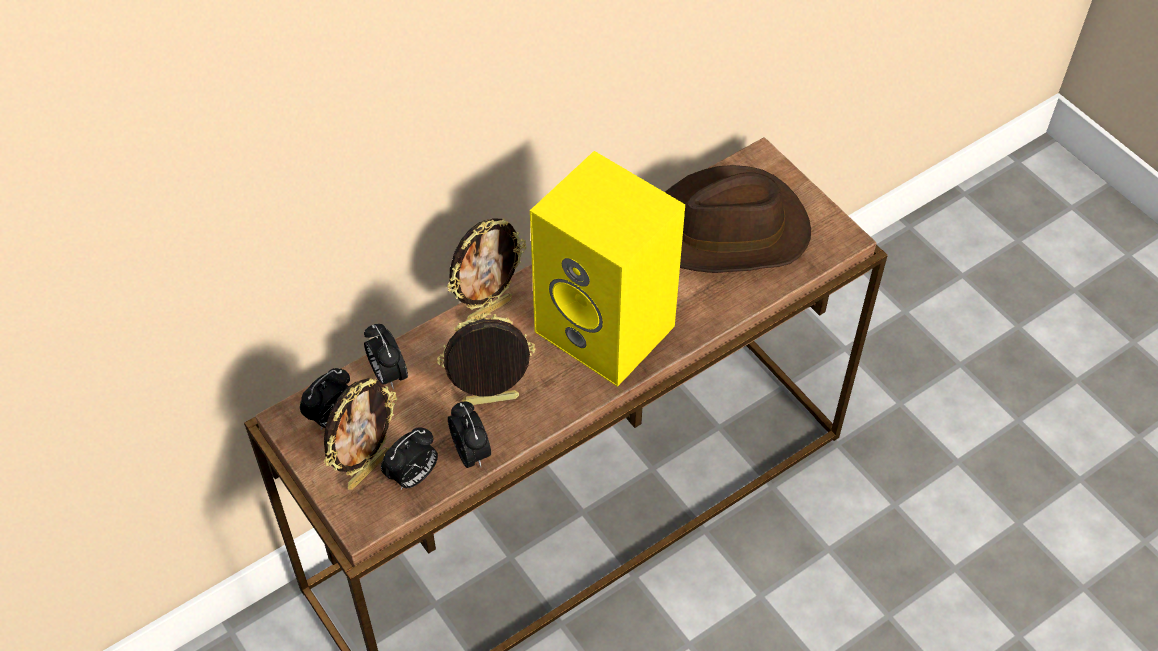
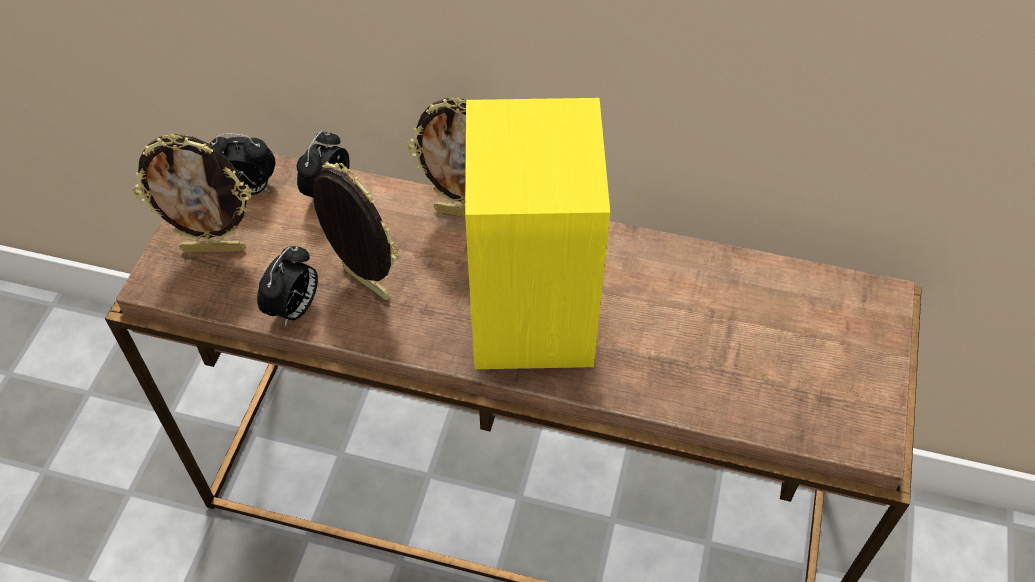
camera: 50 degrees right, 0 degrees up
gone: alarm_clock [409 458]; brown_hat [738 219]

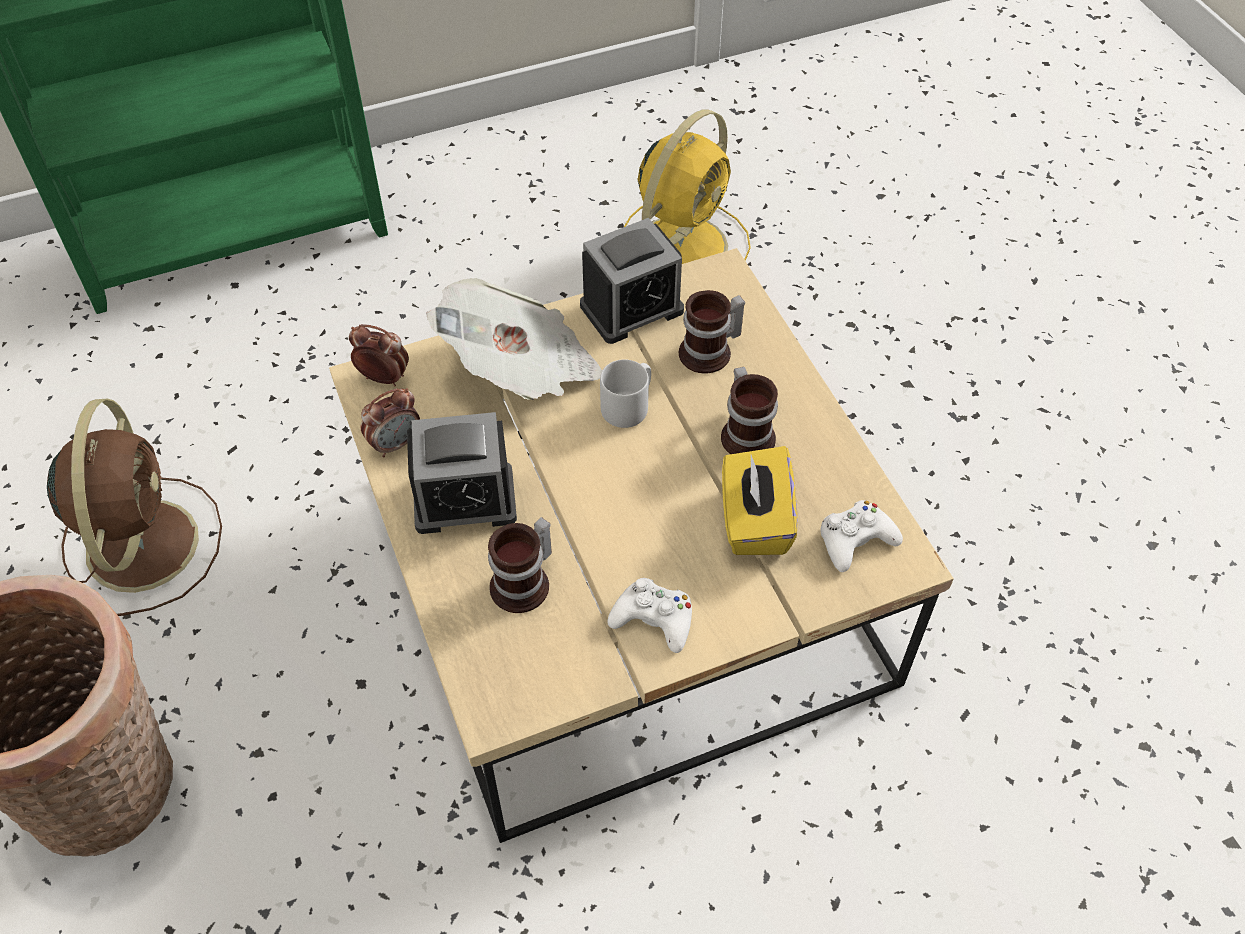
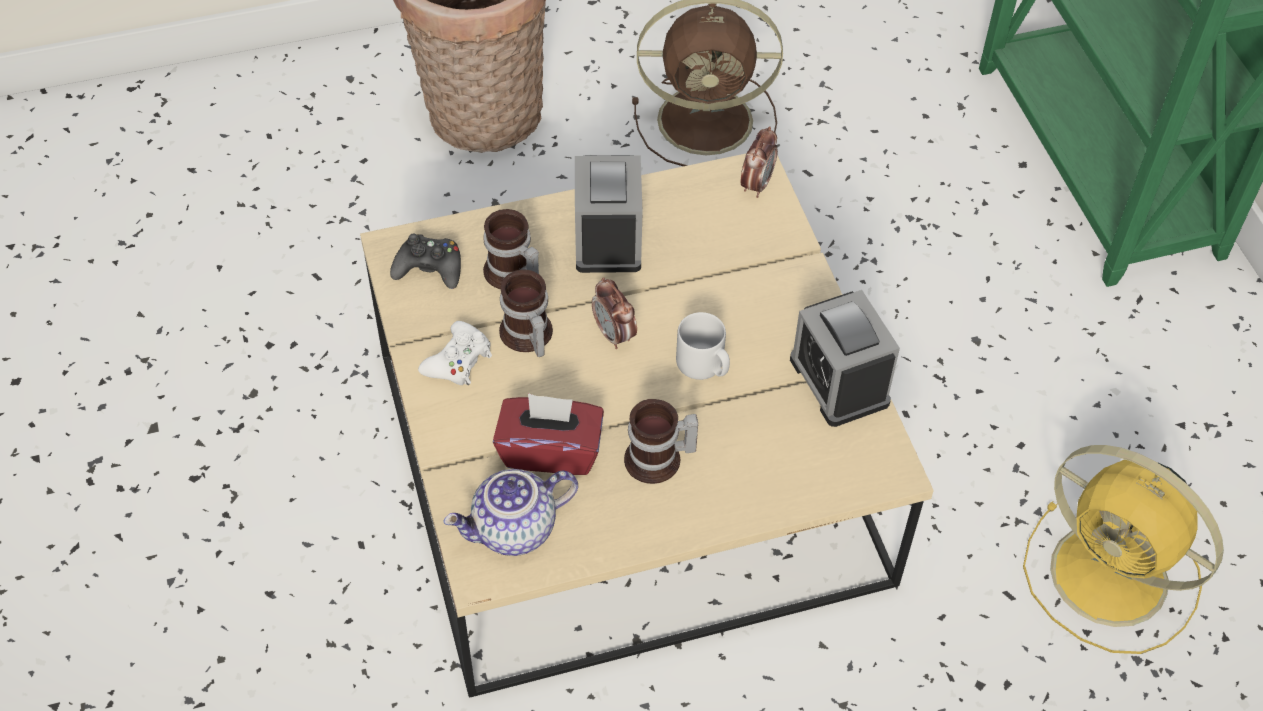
camera: 95 degrees right, 0 degrees up
gone: newspaper [514 339]
new: black_game_controller [425 261]
shifted: mug [712 331] to [526 313]; alarm_clock [390 423] to [614 313]
swapped: white_game_controller [861 536] to teapot [510 512]
repainted: yellow_tissue_box [760 500] to red_tissue_box [548 434]

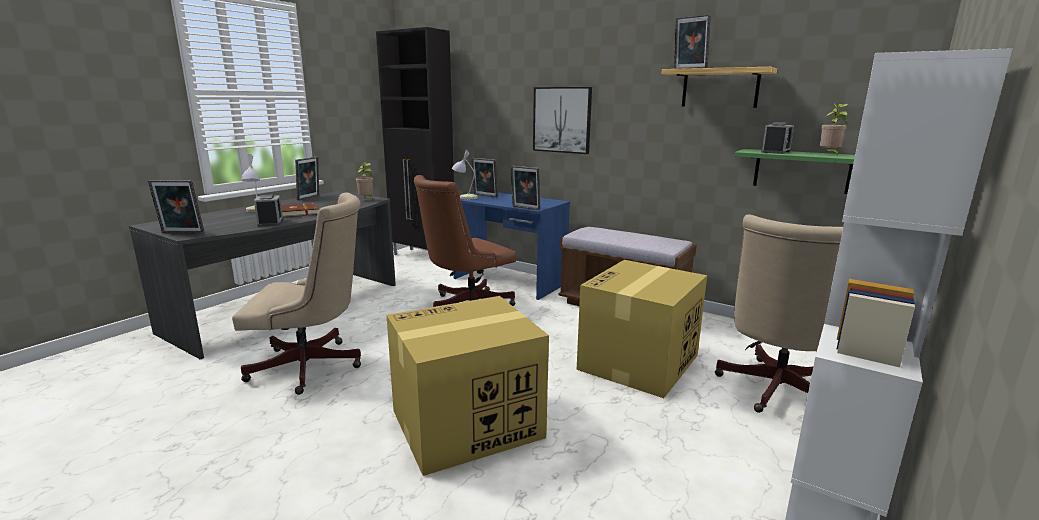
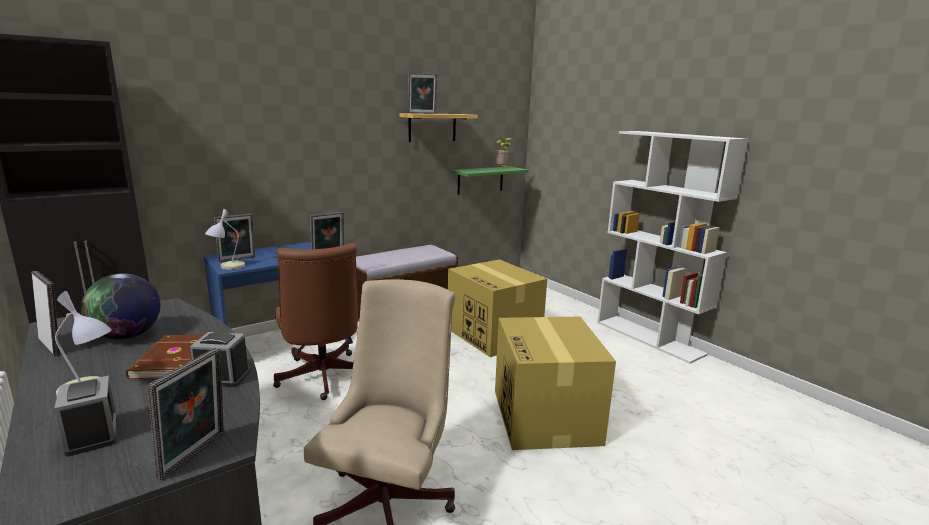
camera: 70 degrees left, 0 degrees up
gone: potted_plant [364 181]; picture [562 120]; beige_office_chair [779 313]
new: globe [120 306]
shifted: alarm_clock [777 138] to [85 416]

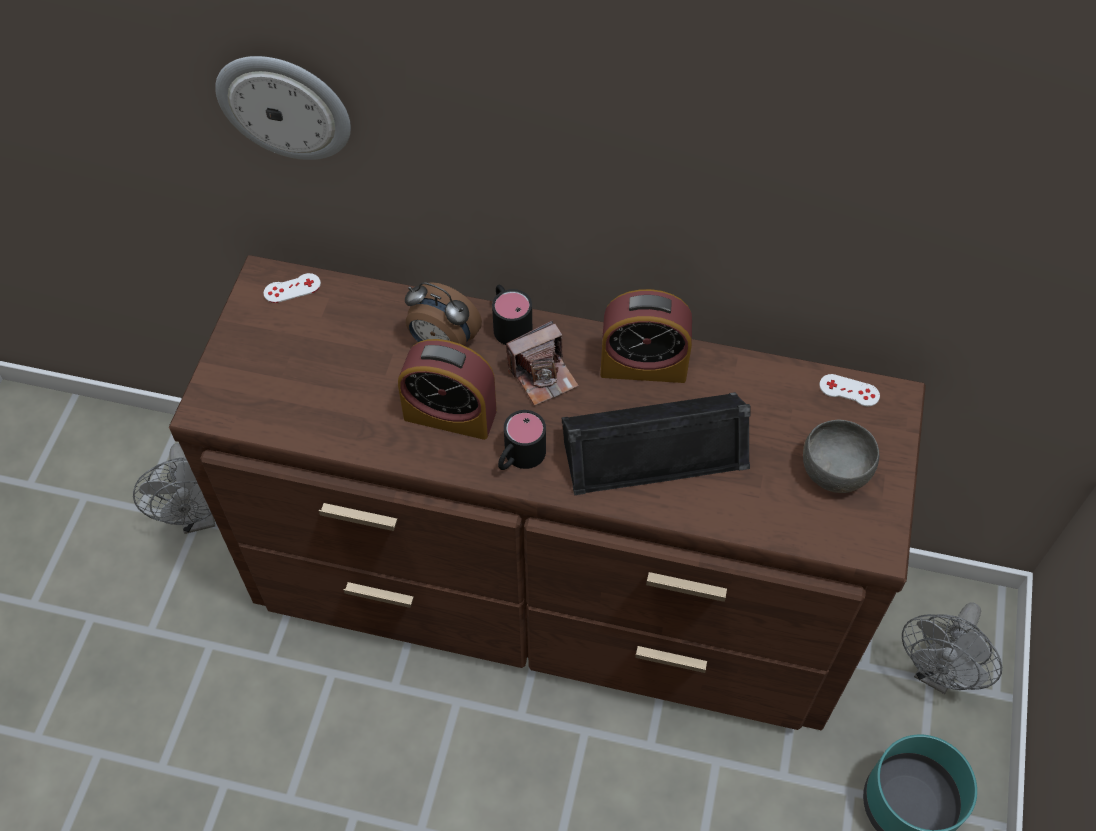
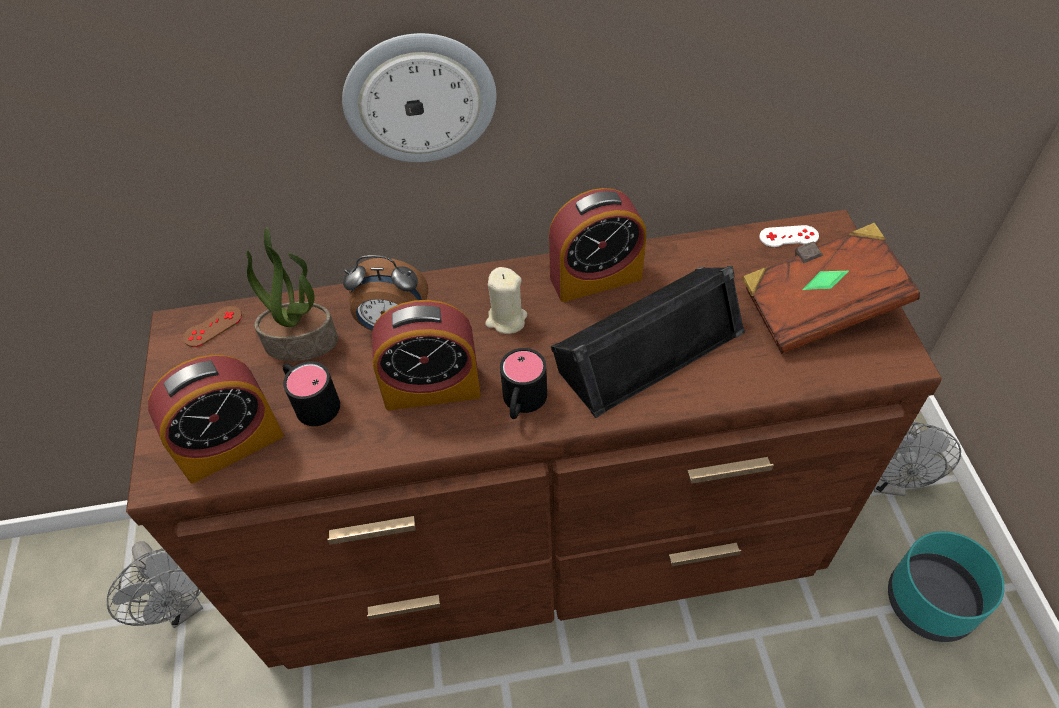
camera: 20 degrees left, 5 degrees down
new: alarm_clock [216 419]; potted_plant [292 294]
shifted: black_mug [512 315] to [311 393]; wall_clock [283 108] to [419 97]
swapped: photo_camera [542 363] to beige_candle [506 300]; grey_bowl [841 456] to brown_book [831 288]
repainted: white_game_controller [292 288] to brown_game_controller [212 326]

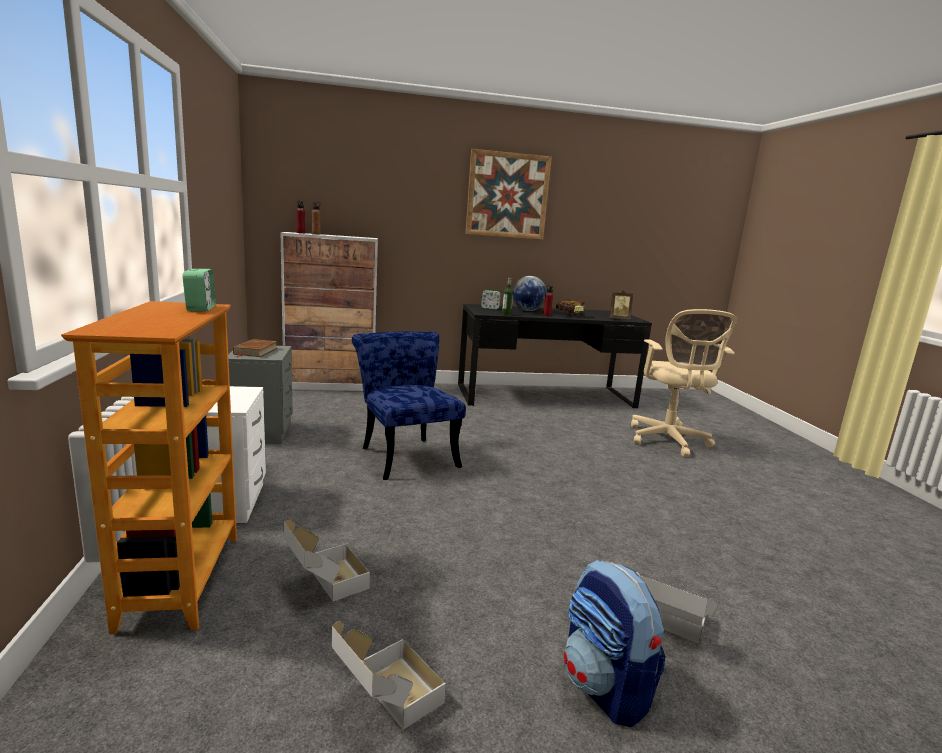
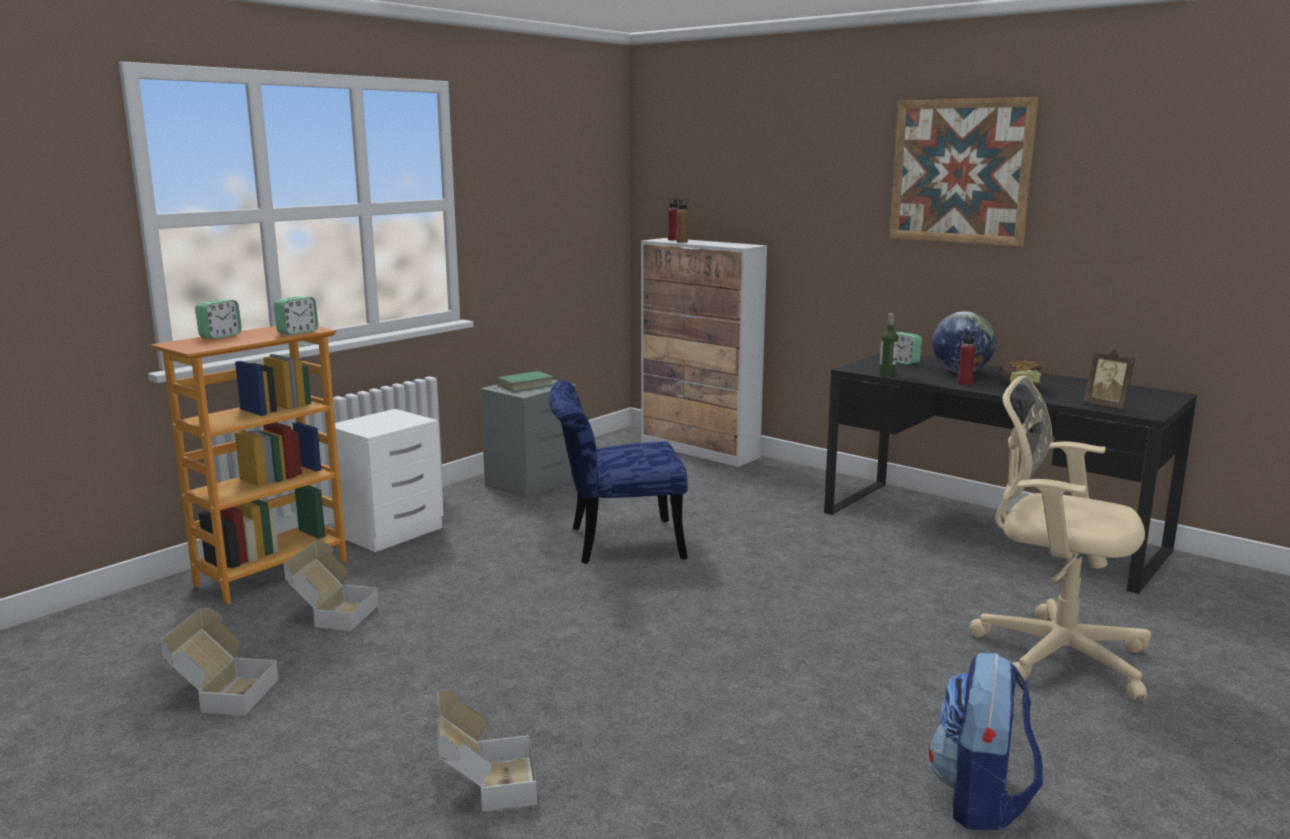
camera: 50 degrees right, 0 degrees up
new: alarm_clock [218 319]
shifted: backpack [614 644] to [986 741]
repainted: brown_book [255 348] to green_book [524 381]
rotated: blue_chair [409 406] = [618 472] 120 degrees counterclockwise; beige_office_chair [684 383] = [1060 537] 75 degrees clockwise

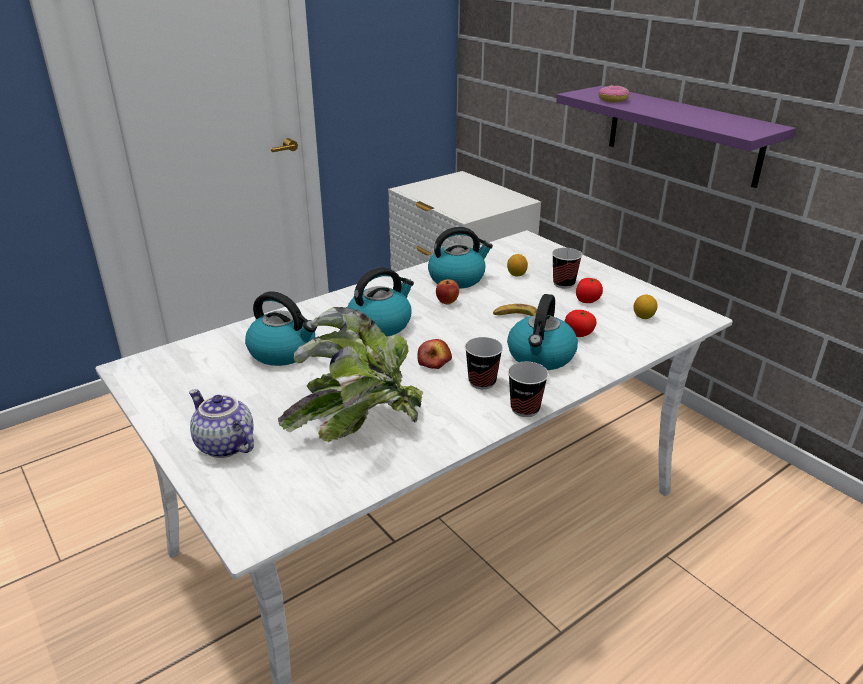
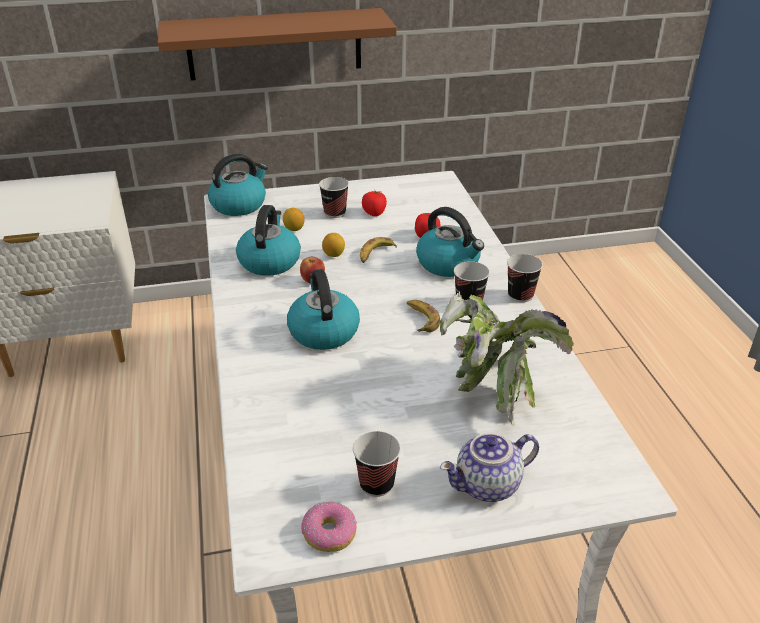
camera: 65 degrees left, 5 degrees up
new: cup [377 464]
shifted: kettle [281 328] to [238 185]; donut [613 93] to [329 527]; lemon [645 307] to [333 245]
swapped: apple [434 354] to banana [423 316]
repainted: purple_shelf [676 137] to brown_shelf [277 44]

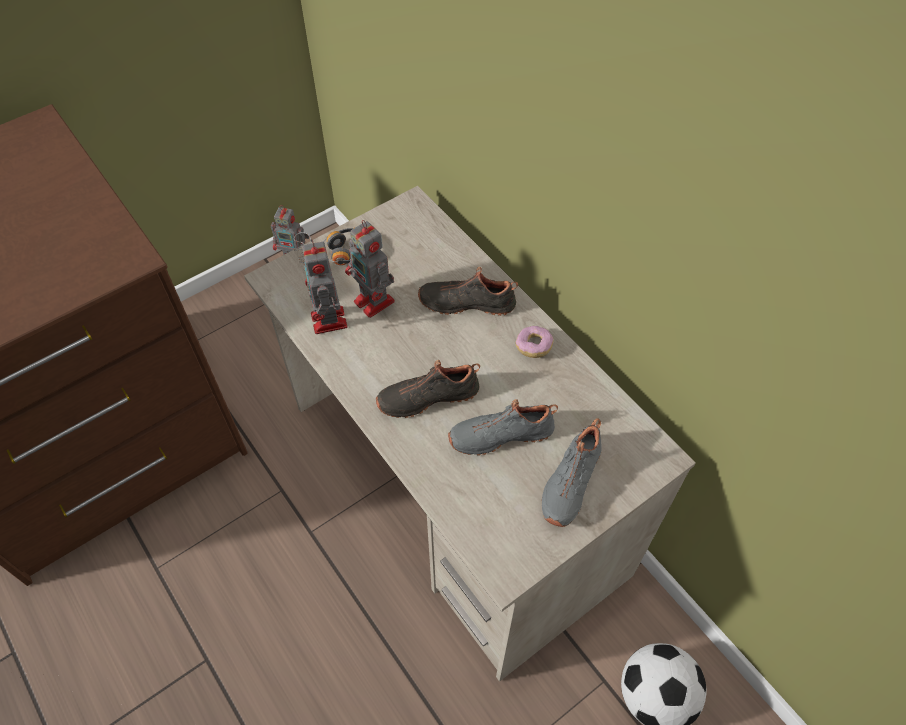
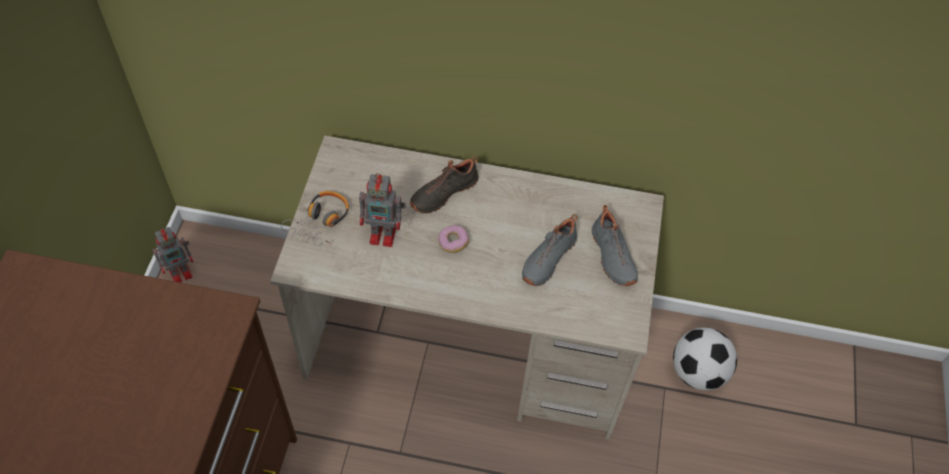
camera: 45 degrees left, 0 degrees up
gone: toy_robot [325 287]; black_shoe [428 389]
shifted: donut [535 342] to [453 239]

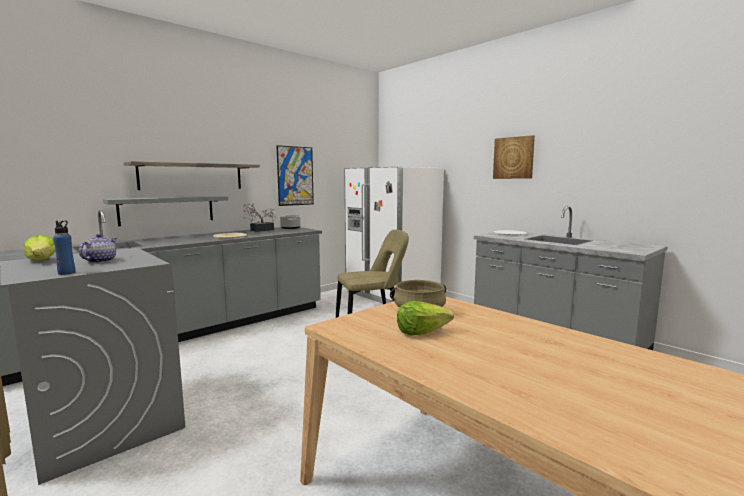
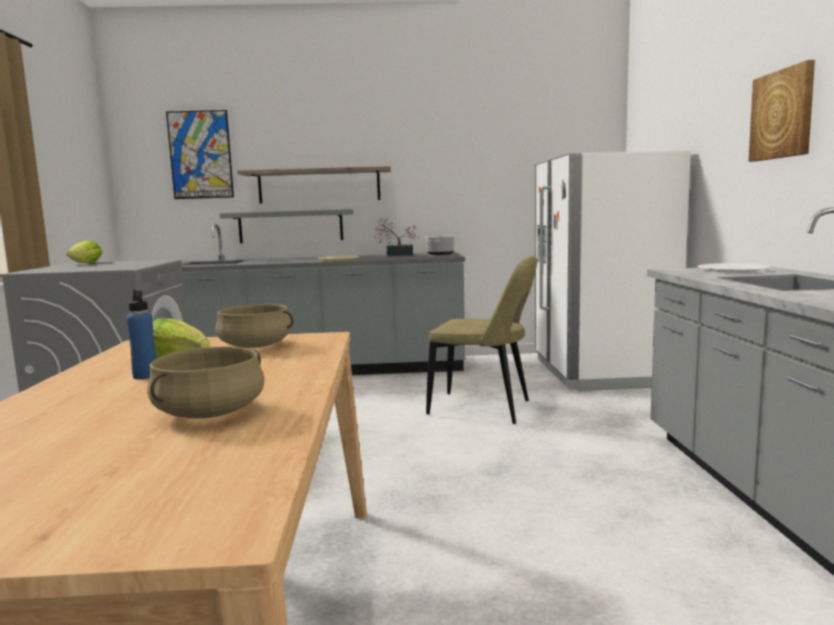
camera: 40 degrees right, 0 degrees up
gone: teapot [98 248]
new: beige_cooking_pot [206 383]
shifted: blue_bottle [64 248] to [141 334]; picture [295 175] to [200 154]

